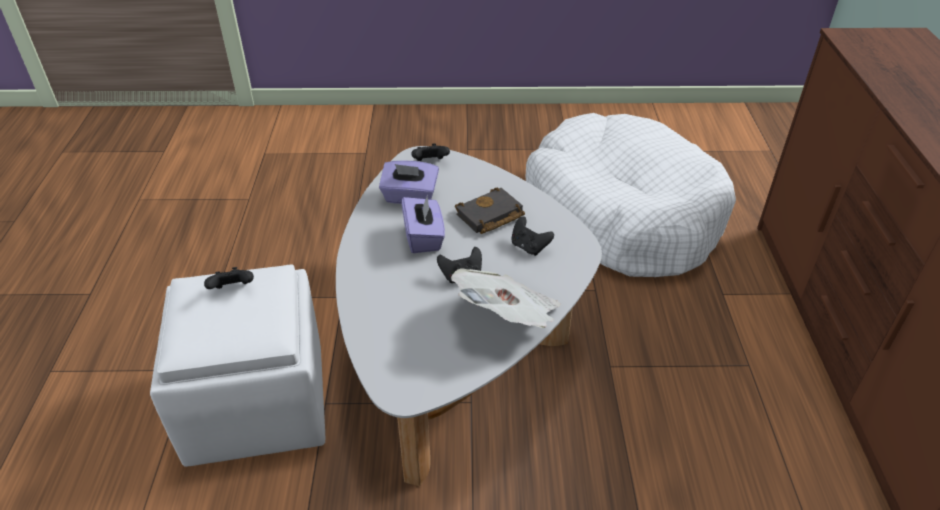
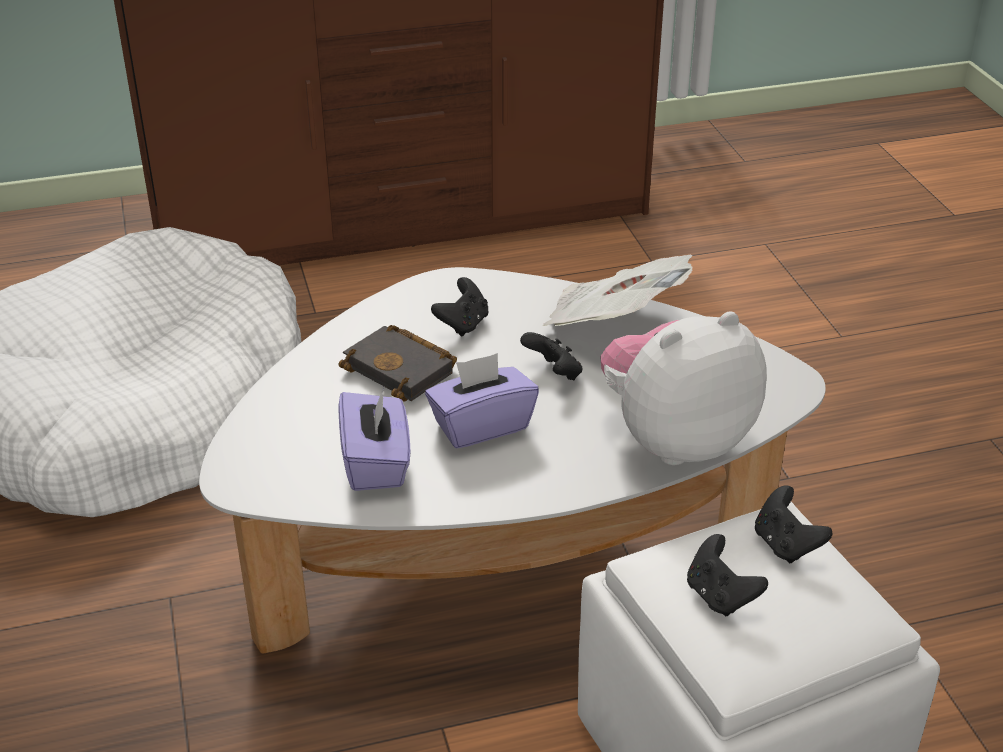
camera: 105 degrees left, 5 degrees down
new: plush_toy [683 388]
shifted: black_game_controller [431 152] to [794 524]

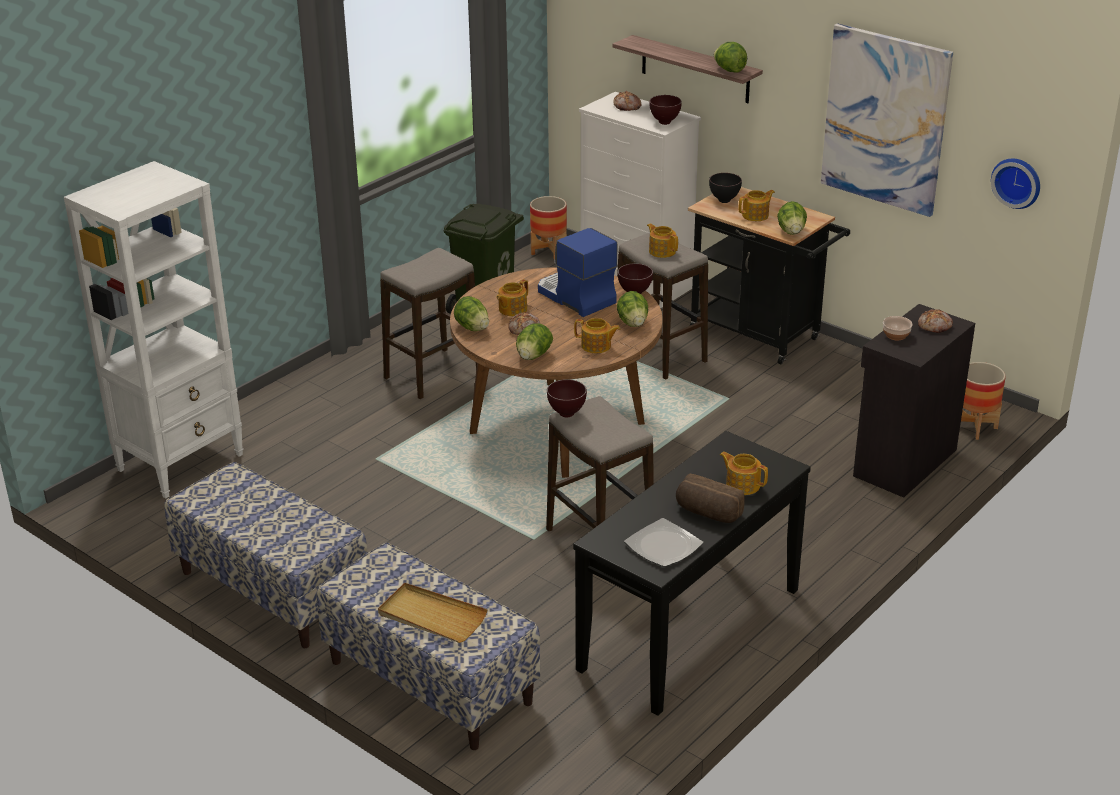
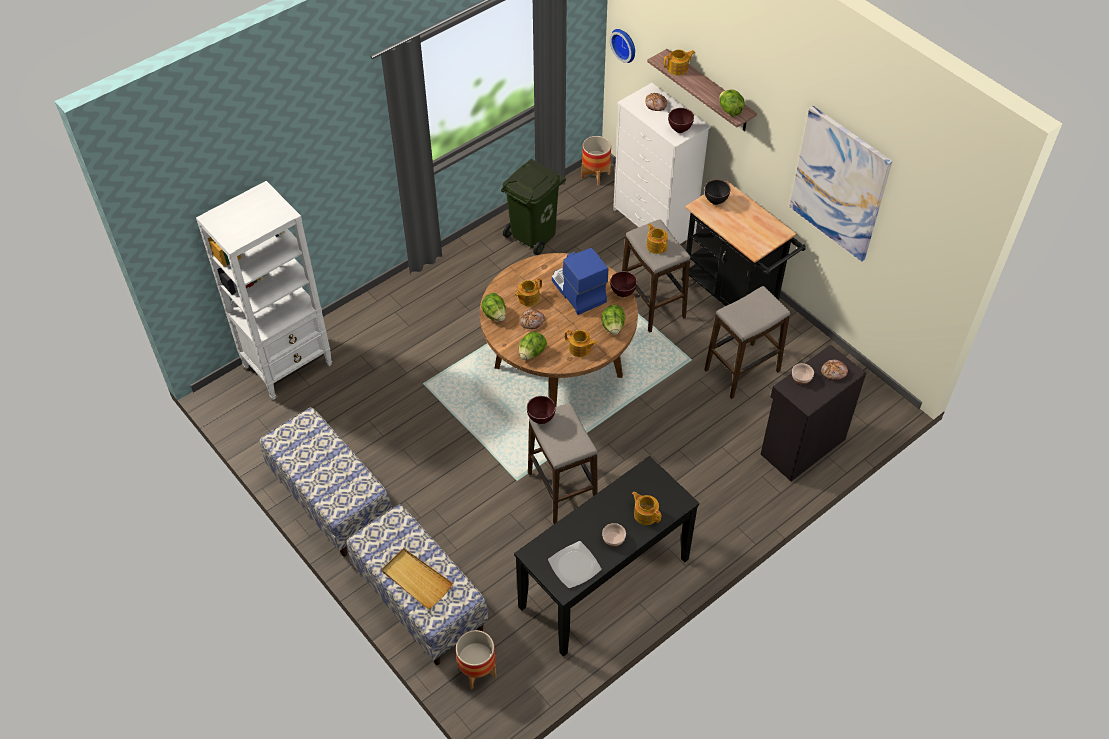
camera: 10 degrees right, 20 degrees up
gone: lettuce [792 218]
shifted: planter [983 401] to [476 660]; wall_clock [1015 184] to [622 46]; teapot [757 205] to [679 63]; stool [428 323] to [747 342]
swapped: bread [710 498] to bowl [614 535]

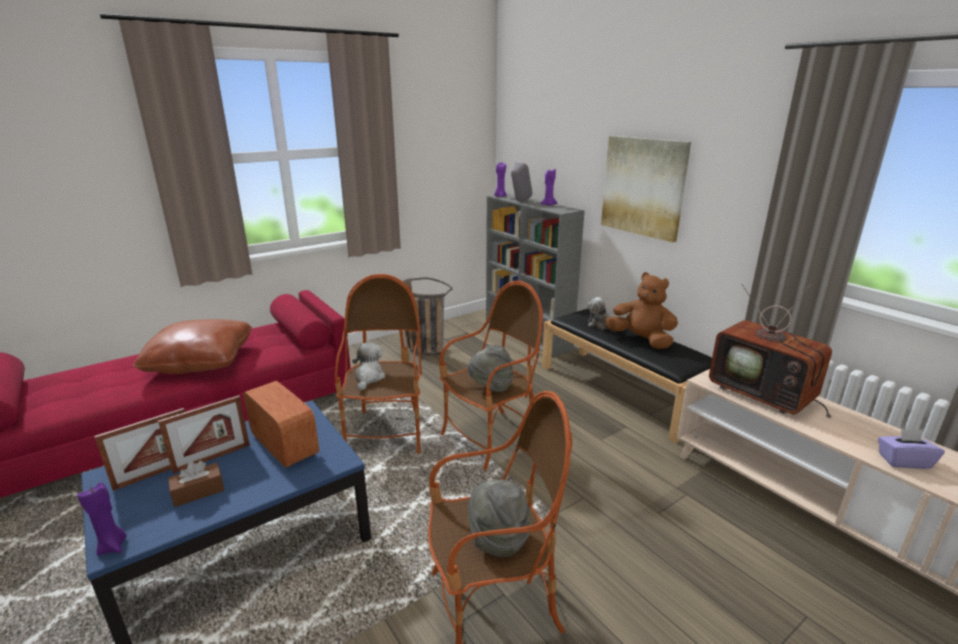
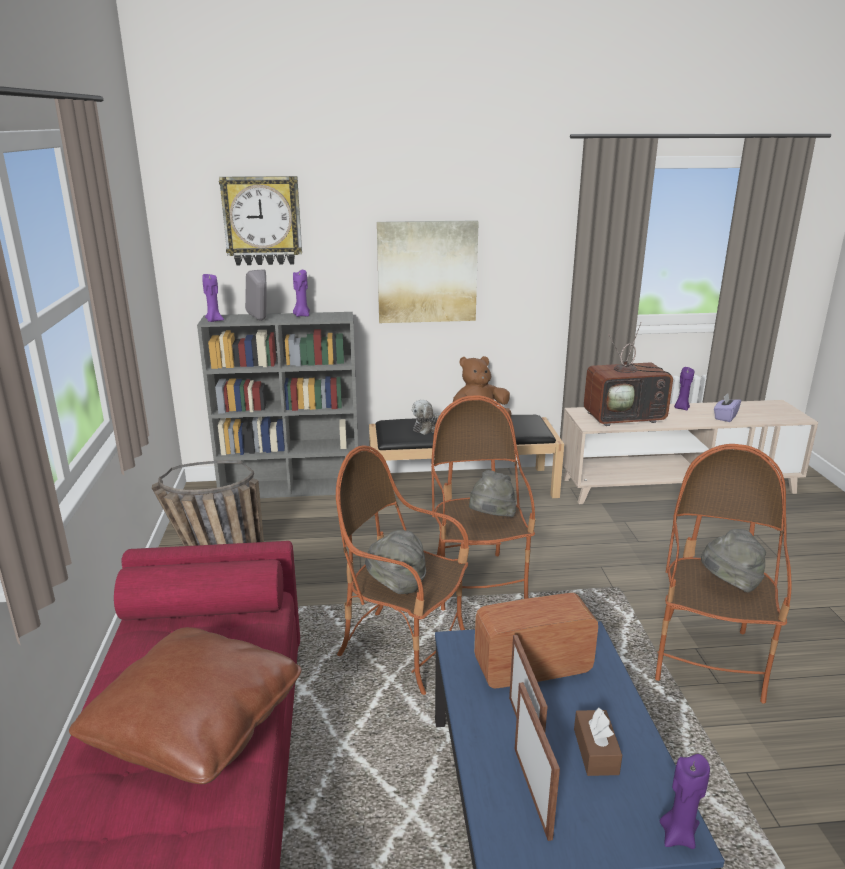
camera: 60 degrees left, 0 degrees up
new: wall_clock [260 220]; purple_candle [684 388]
swapped: plush_toy [369 366] to grey_hat [395 562]

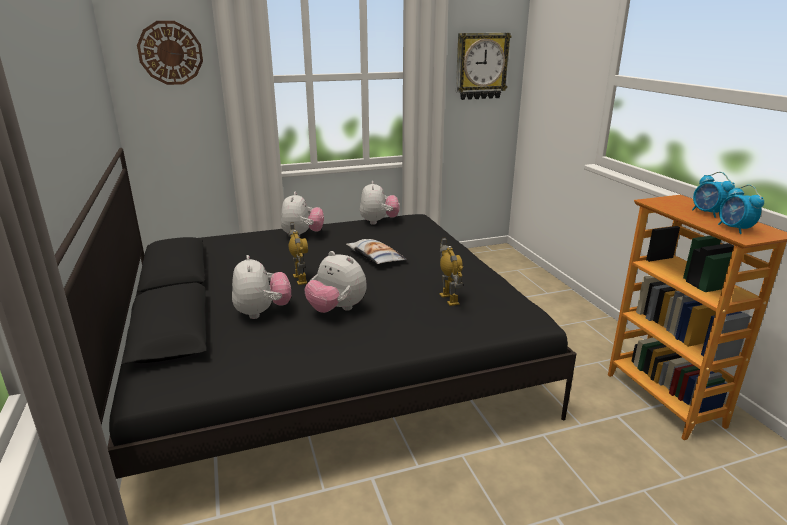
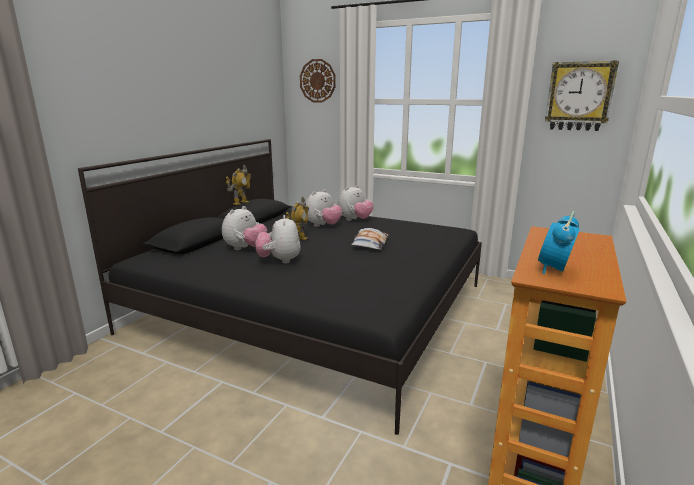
camera: 45 degrees right, 5 degrees down
gone: alarm_clock [713 195]
shifted: toy_robot [451 271] to [238 185]; plush_toy [379 203] to [323 208]

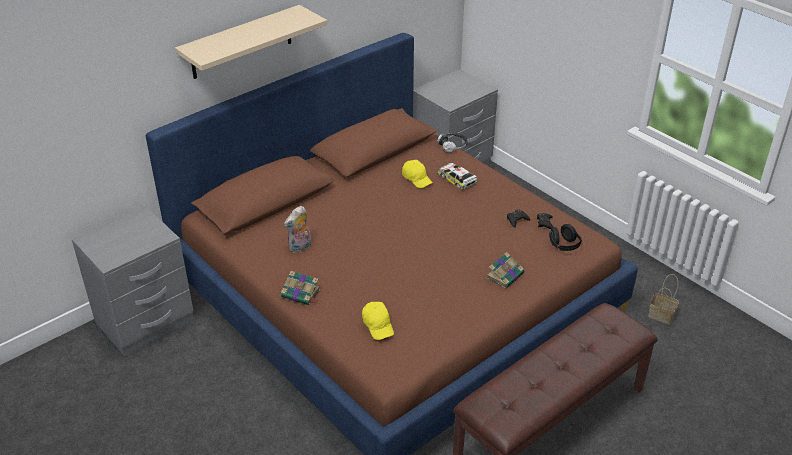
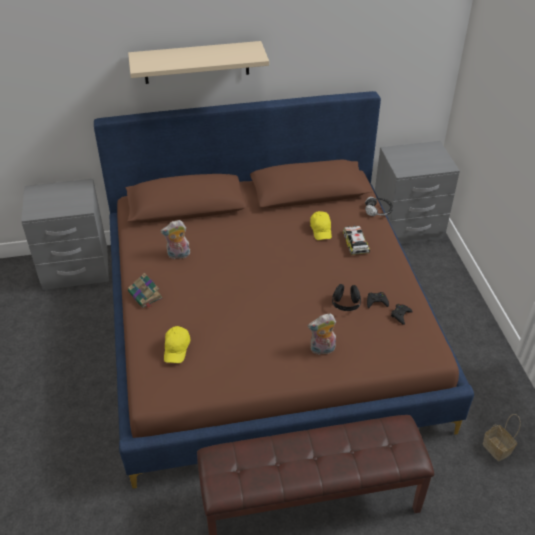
camera: 30 degrees right, 5 degrees up
shifted: black_headphones [565 237] to [346 297]
swapped: book [505 270] to plush_toy [322 334]

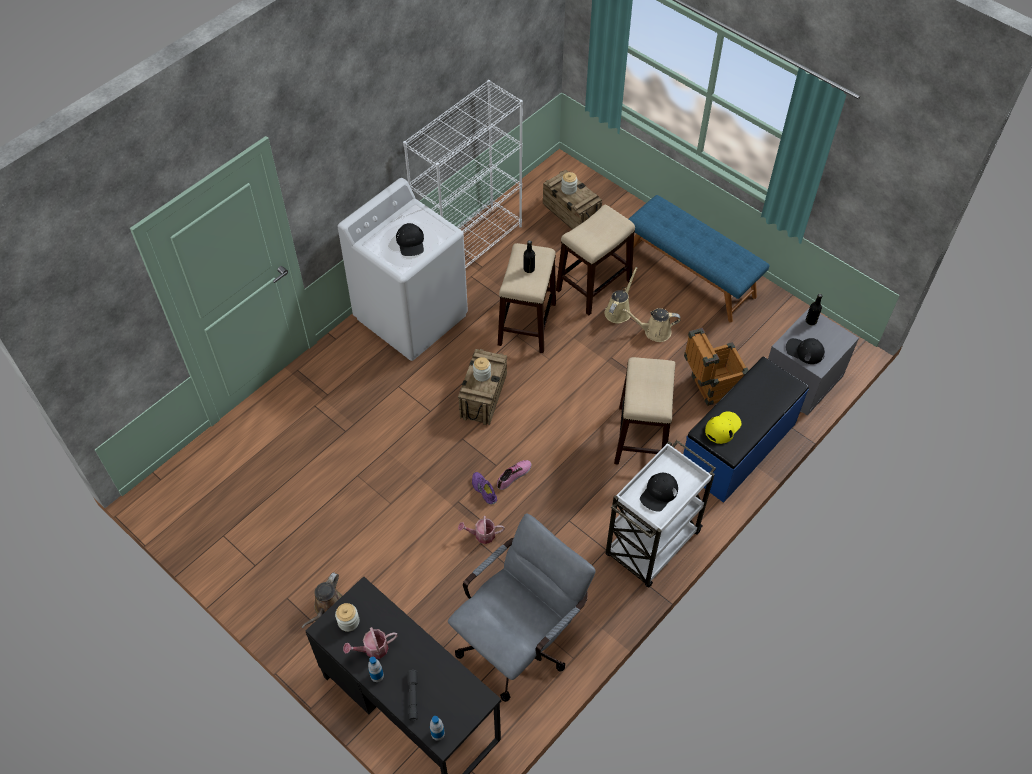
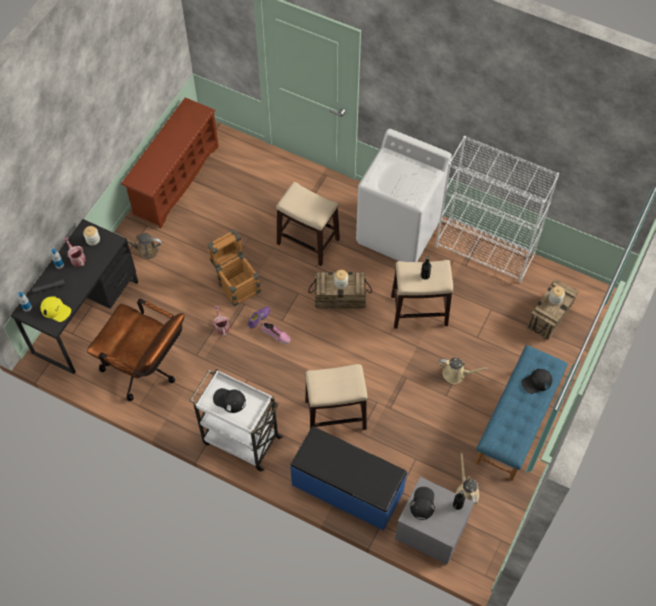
camera: 75 degrees right, 5 degrees up
new: brown_shoe_rack [170 162]
shifted: yellow_cap [723 427] to [55 309]; crate [716 367] to [234 268]; stool [595 260] to [308 224]; beige_watering_can [651 325] to [467 479]; black_cap [410 239] to [536 381]
repainted: grey_office_chair [522 607] to brown_office_chair [135 350]

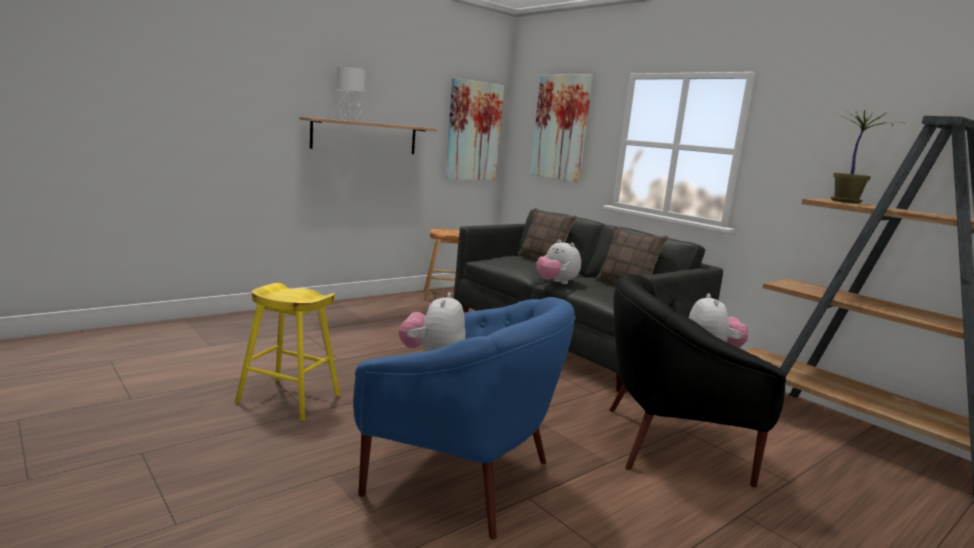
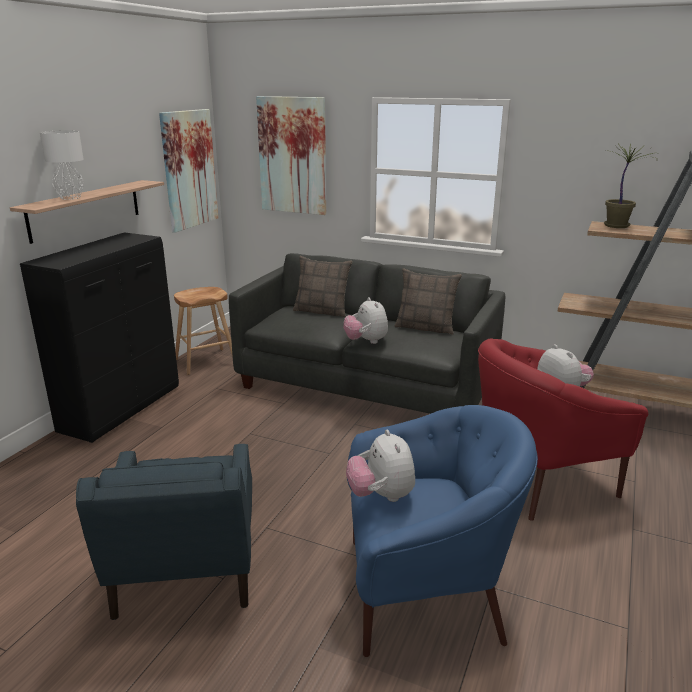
camera: 25 degrees left, 10 degrees up
new: black_cabinet [99 337]
swapped: yellow_stool [287 352] to blue_armchair [164 532]
repainted: black_armchair [697 380] to red_armchair [563 429]
rotated: plush_toy [558 261] = [365 320] 45 degrees clockwise

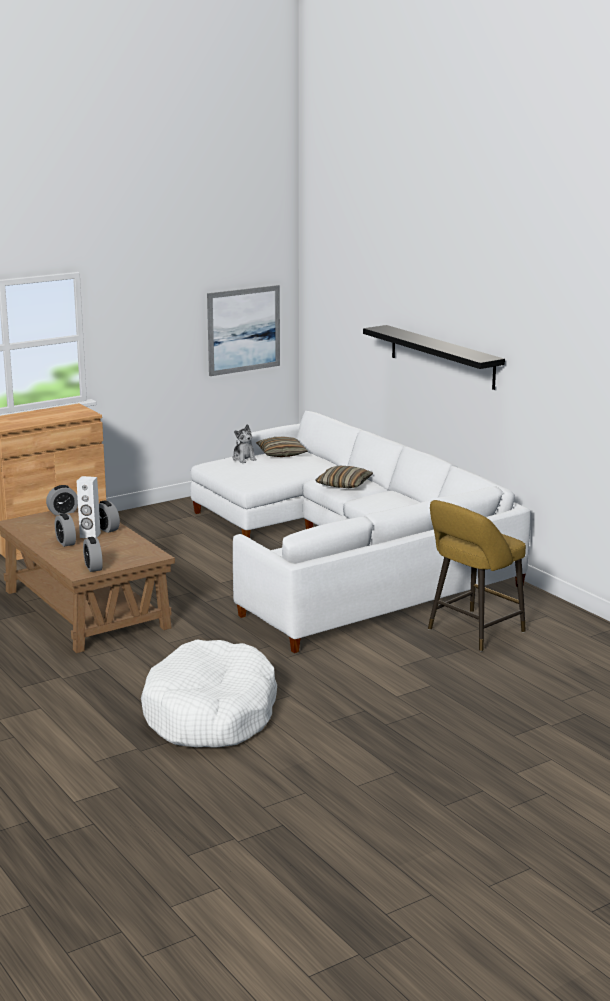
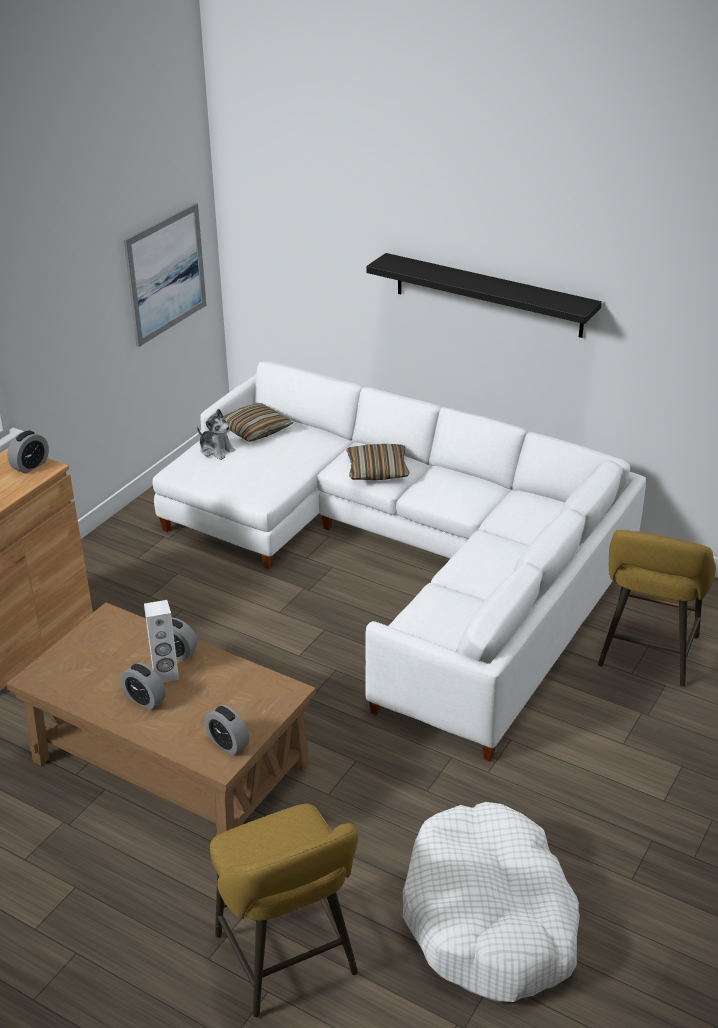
camera: 25 degrees left, 15 degrees up
new: yellow_stool [284 910]
shifted: alarm_clock [62 500] to [28 452]

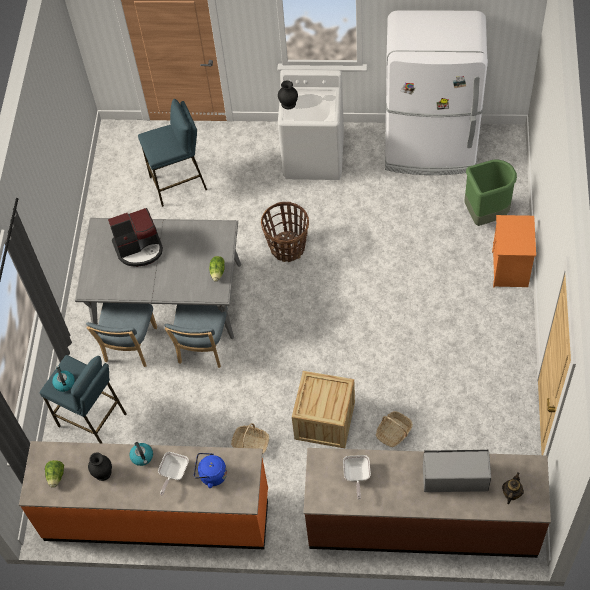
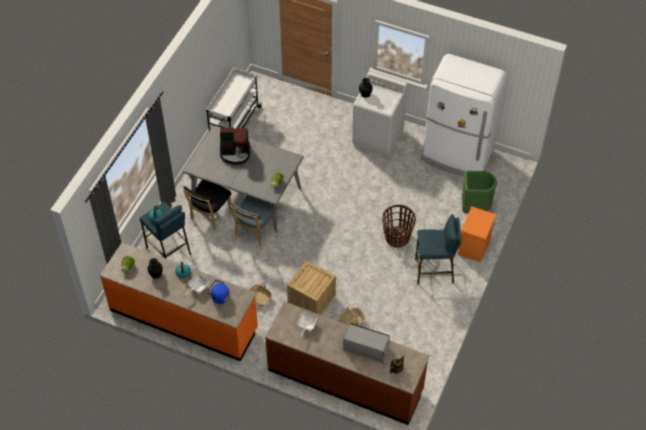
camera: 15 degrees right, 5 degrees down
new: white_cart [234 99]
shifted: basket [285 232] to [399 226]; blue_stool [172 153] to [438 249]
repainted: blue_chair [121 335] to black_chair [207 205]

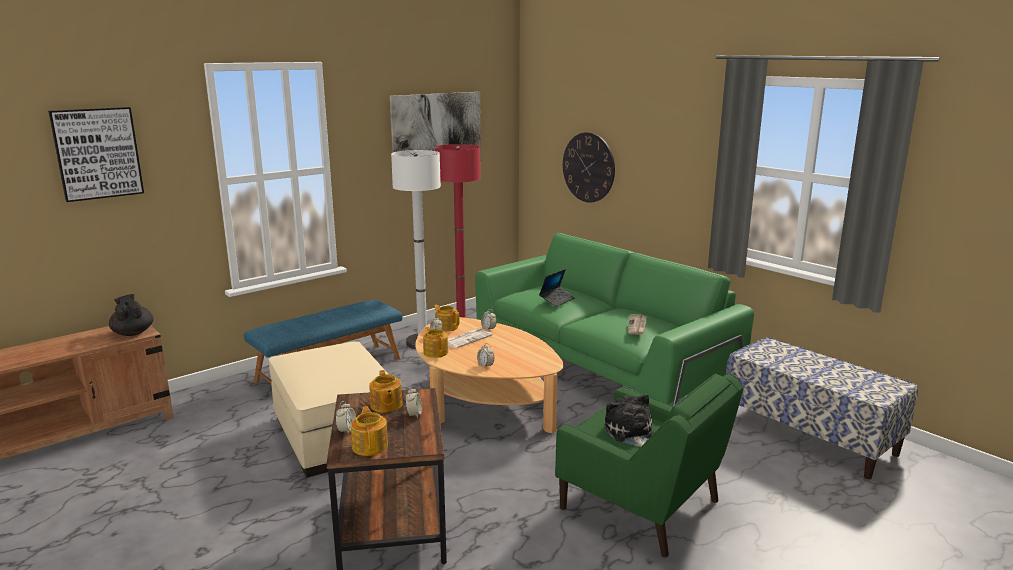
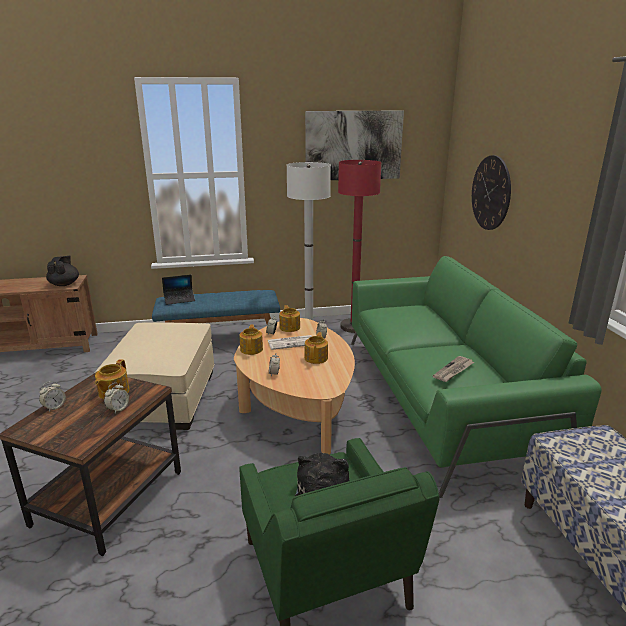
camera: 30 degrees right, 5 degrees up
gone: picture [96 154]
shifted: laptop [557 288] to [178 290]; teapot [369 431] to [316 348]

